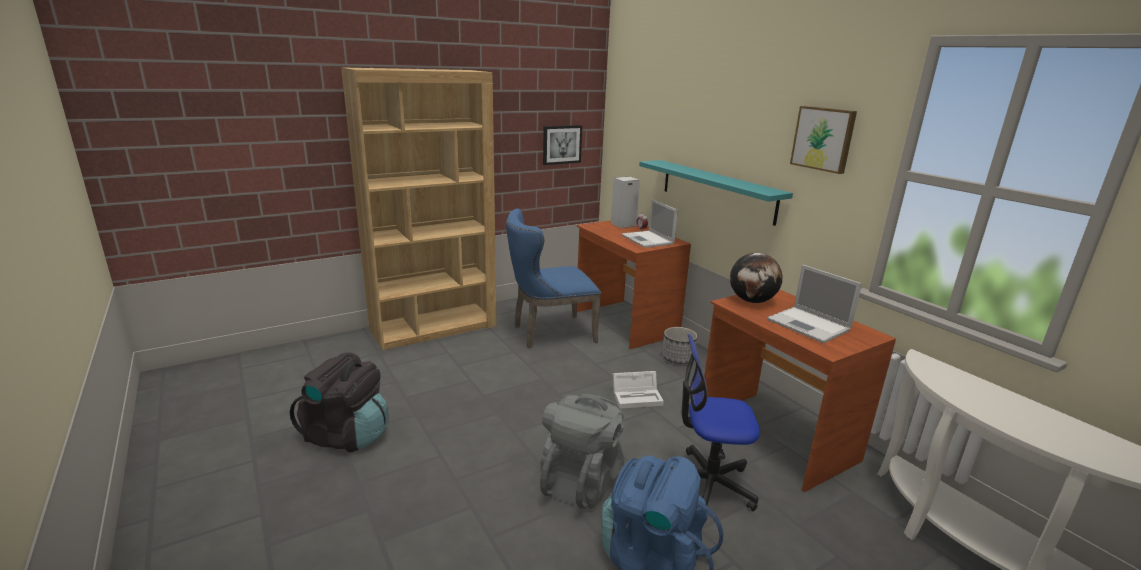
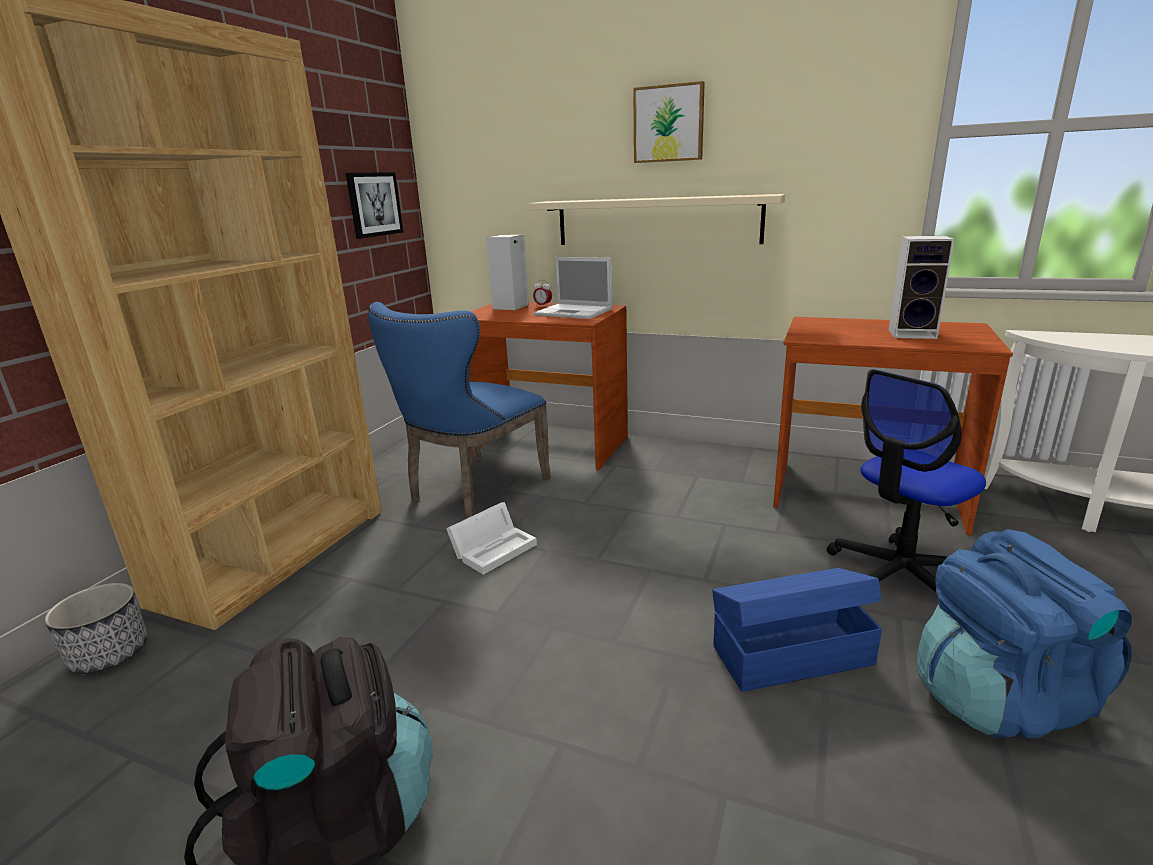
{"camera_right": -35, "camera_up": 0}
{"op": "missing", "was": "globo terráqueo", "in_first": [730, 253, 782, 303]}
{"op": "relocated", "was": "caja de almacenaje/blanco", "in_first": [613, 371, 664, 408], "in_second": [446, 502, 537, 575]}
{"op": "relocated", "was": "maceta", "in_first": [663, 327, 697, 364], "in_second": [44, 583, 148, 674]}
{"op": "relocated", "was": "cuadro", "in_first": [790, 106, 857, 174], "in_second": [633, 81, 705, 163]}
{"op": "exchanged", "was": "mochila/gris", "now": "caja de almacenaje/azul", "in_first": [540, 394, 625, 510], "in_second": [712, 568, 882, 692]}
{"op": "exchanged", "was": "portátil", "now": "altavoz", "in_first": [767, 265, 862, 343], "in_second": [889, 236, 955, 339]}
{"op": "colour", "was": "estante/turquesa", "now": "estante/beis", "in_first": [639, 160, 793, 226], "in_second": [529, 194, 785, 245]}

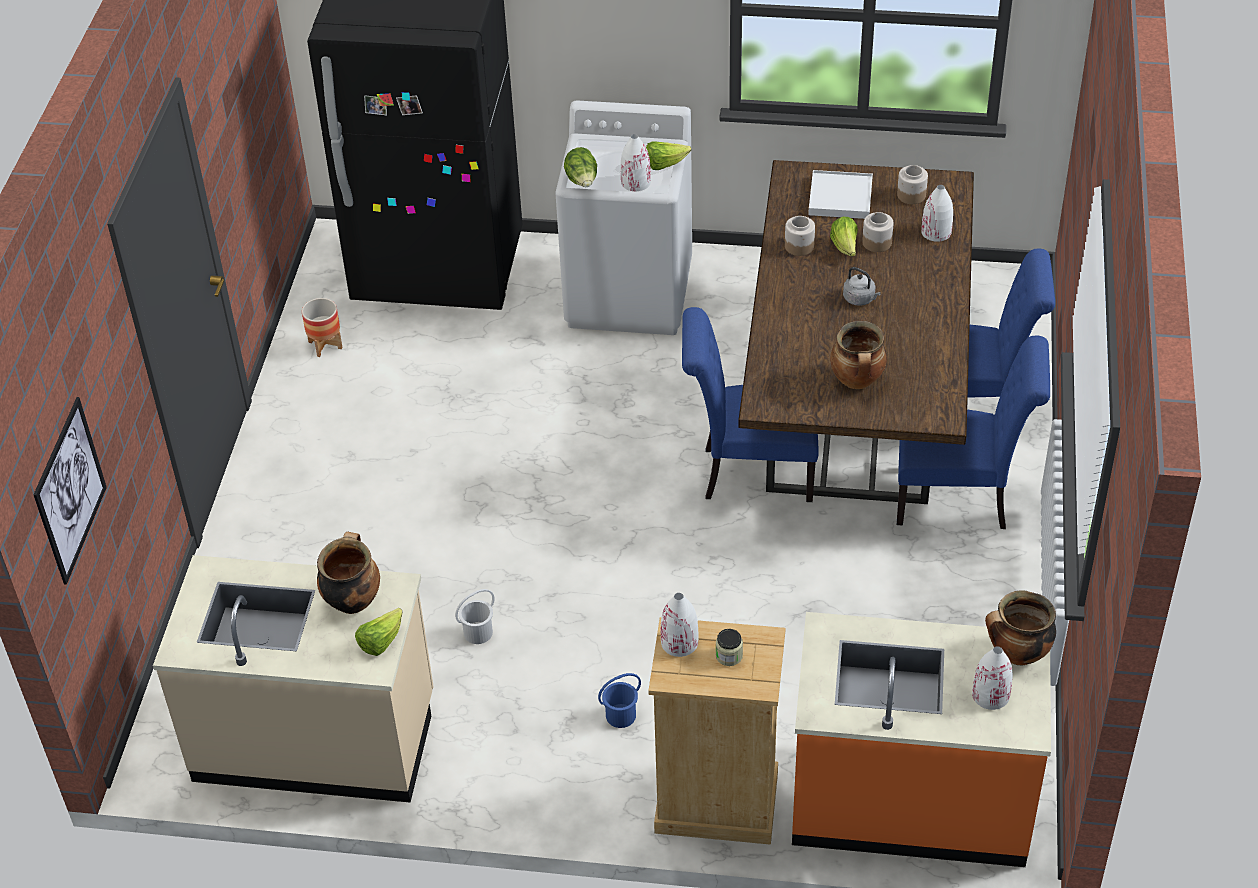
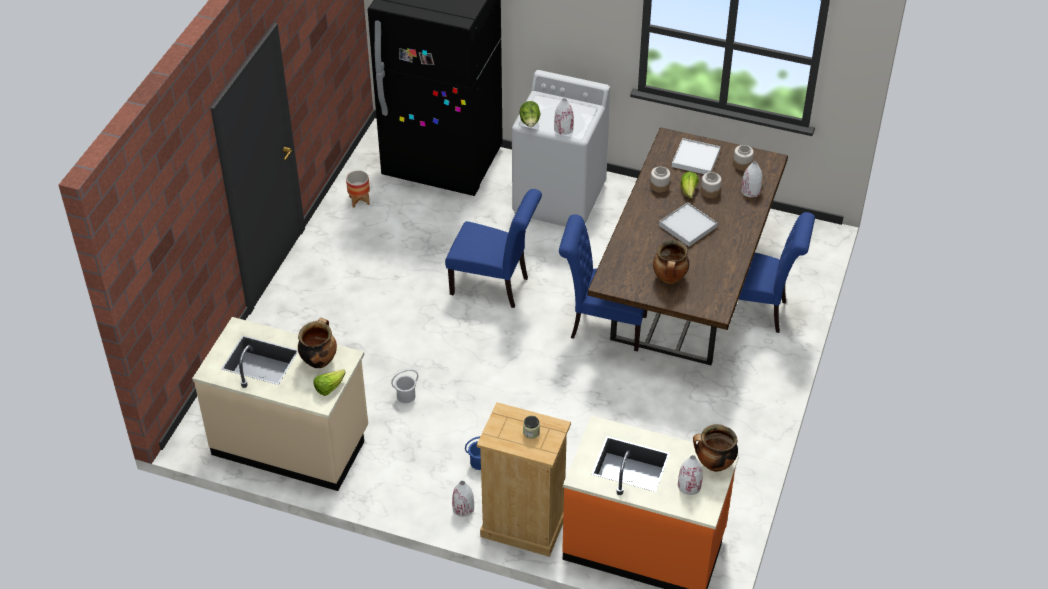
{"camera_right": 10, "camera_up": 0}
{"op": "missing", "was": "cuadro", "in_first": [33, 397, 107, 585]}
{"op": "missing", "was": "lechuga", "in_first": [646, 141, 691, 170]}
{"op": "relocated", "was": "florero/blanco", "in_first": [661, 593, 698, 657], "in_second": [452, 481, 474, 517]}
{"op": "relocated", "was": "silla/azul", "in_first": [897, 335, 1050, 529], "in_second": [445, 189, 542, 308]}
{"op": "exchanged", "was": "hervidor/gris", "now": "bandeja/blanco", "in_first": [843, 267, 881, 306], "in_second": [659, 202, 718, 246]}

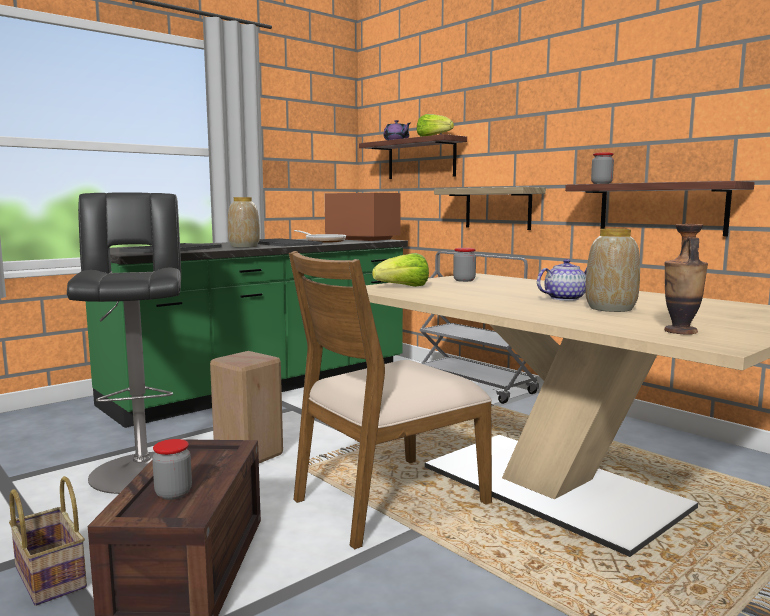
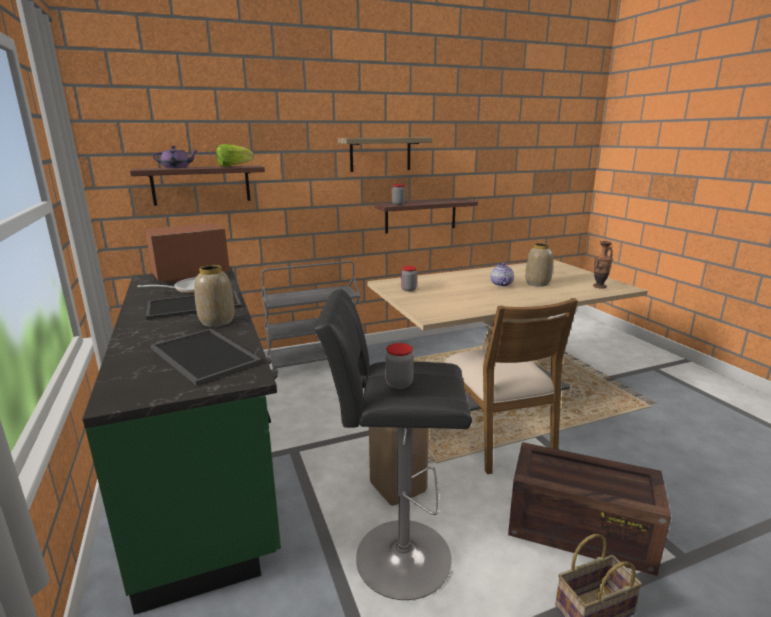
{"camera_right": -70, "camera_up": 10}
{"op": "missing", "was": "lechuga", "in_first": [372, 253, 429, 287]}
{"op": "relocated", "was": "tarro", "in_first": [152, 439, 192, 500], "in_second": [385, 343, 414, 389]}
{"op": "relocated", "was": "estante", "in_first": [434, 187, 546, 230], "in_second": [338, 138, 433, 172]}

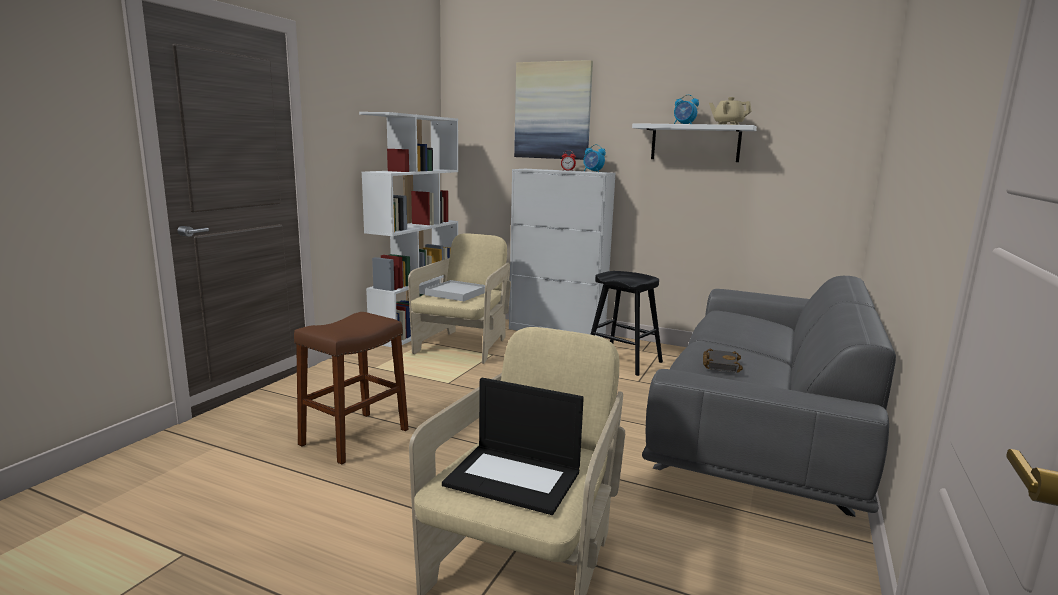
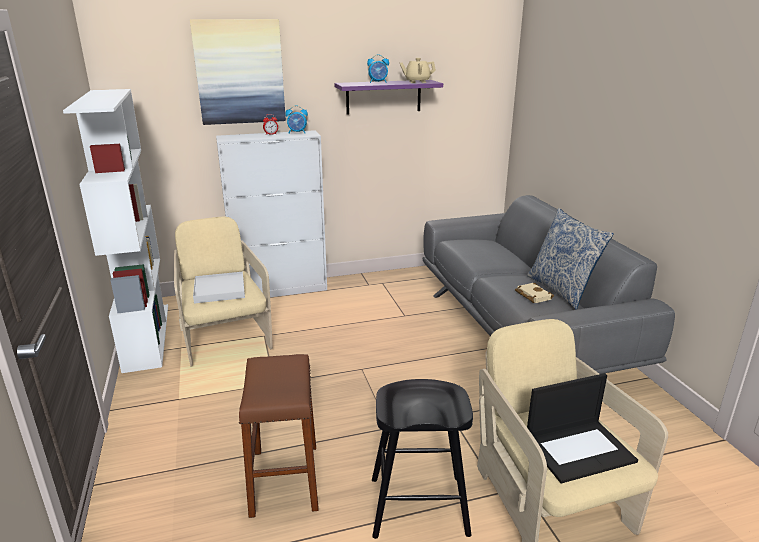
{"camera_right": -40, "camera_up": 10}
{"op": "appeared", "now": "cojín", "in_second": [527, 208, 614, 310]}
{"op": "relocated", "was": "taburete/negro", "in_first": [590, 271, 663, 376], "in_second": [372, 379, 473, 539]}
{"op": "colour", "was": "estante/blanco", "now": "estante/morado", "in_first": [632, 123, 757, 162], "in_second": [334, 80, 443, 115]}
{"op": "colour", "was": "libro/negro", "now": "libro/beis", "in_first": [703, 349, 743, 373], "in_second": [515, 283, 554, 303]}

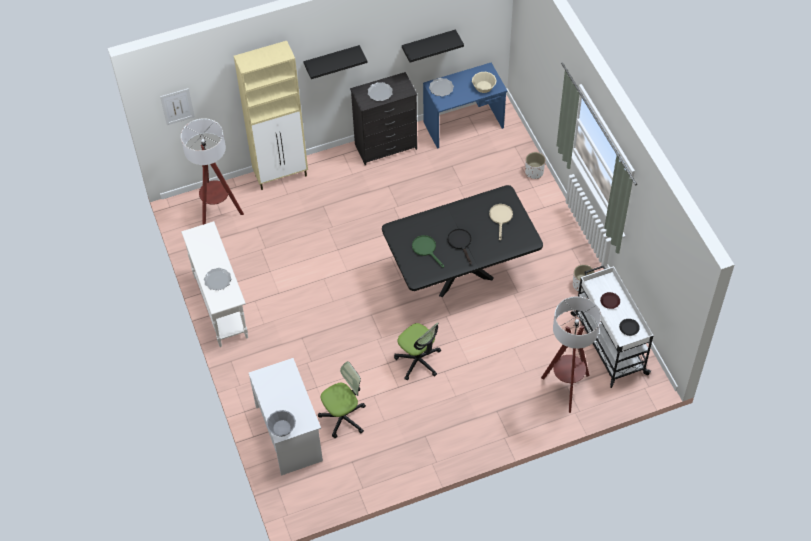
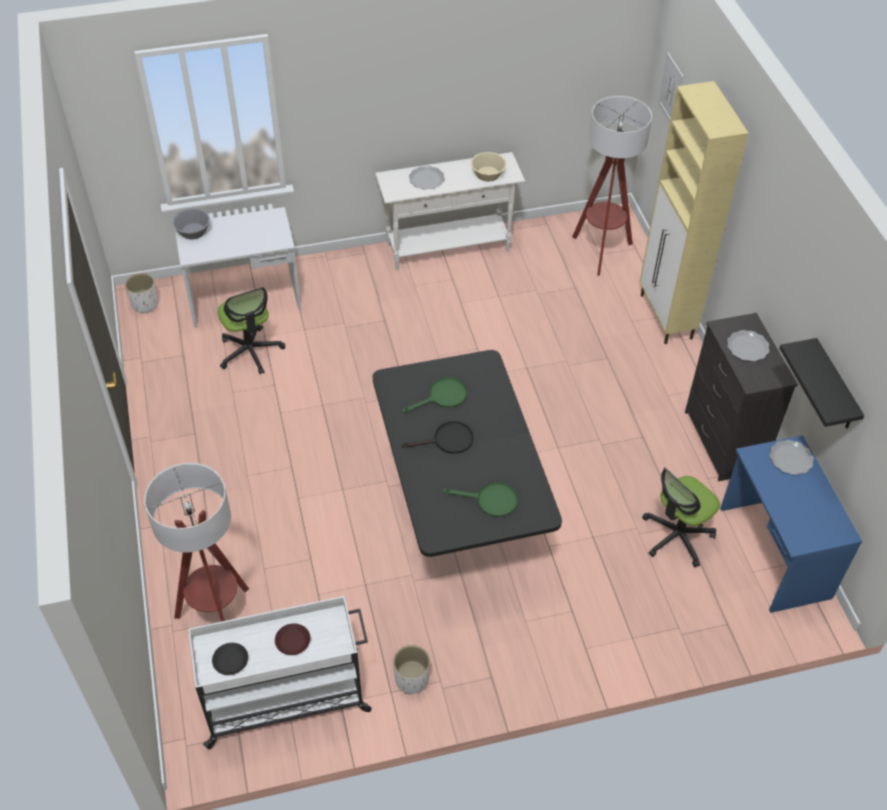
{"camera_right": 95, "camera_up": -5}
{"op": "missing", "was": "estante/negro", "in_first": [303, 45, 367, 79]}
{"op": "relocated", "was": "silla de oficina", "in_first": [394, 323, 441, 380], "in_second": [642, 467, 720, 567]}
{"op": "relocated", "was": "cuenco/beis", "in_first": [472, 72, 497, 93], "in_second": [471, 152, 506, 182]}
{"op": "relocated", "was": "maceta/blanco", "in_first": [525, 152, 545, 179], "in_second": [125, 273, 158, 313]}
{"op": "colour", "was": "sartén/beis", "now": "sartén/verde", "in_first": [489, 204, 513, 240], "in_second": [443, 482, 518, 517]}

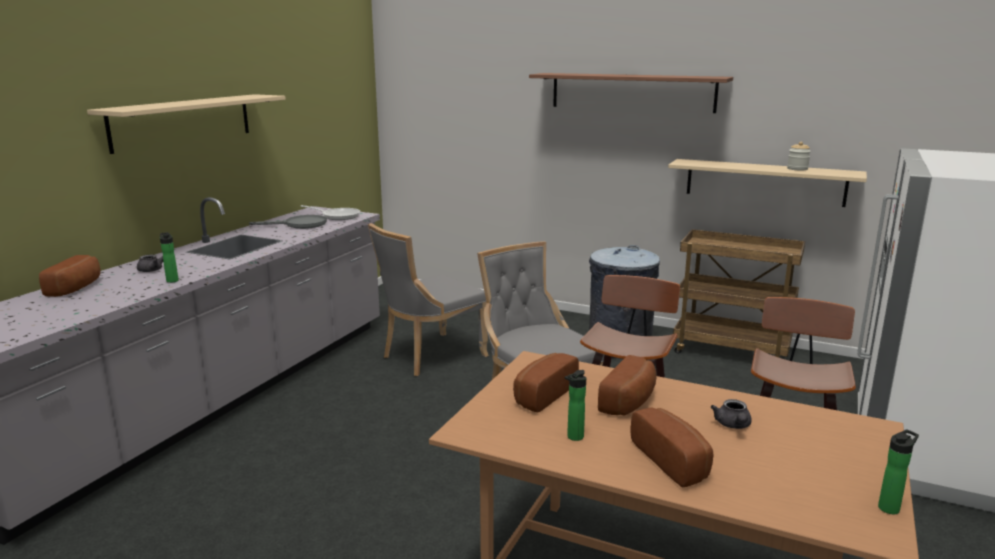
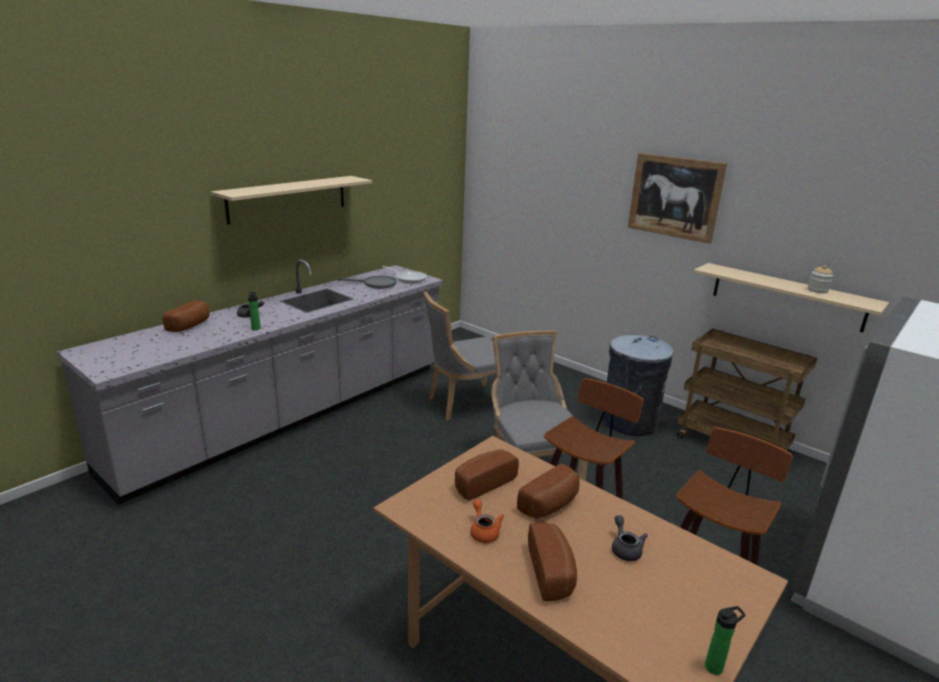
{"camera_right": 15, "camera_up": 5}
{"op": "exchanged", "was": "estante", "now": "cuadro", "in_first": [529, 73, 733, 113], "in_second": [628, 153, 727, 244]}
{"op": "exchanged", "was": "botella", "now": "tetera/naranja", "in_first": [564, 370, 586, 441], "in_second": [470, 499, 504, 543]}
{"op": "spun", "was": "tetera/gris", "in_first": [711, 399, 752, 429], "in_second": [612, 515, 648, 561], "clockwise": 150}

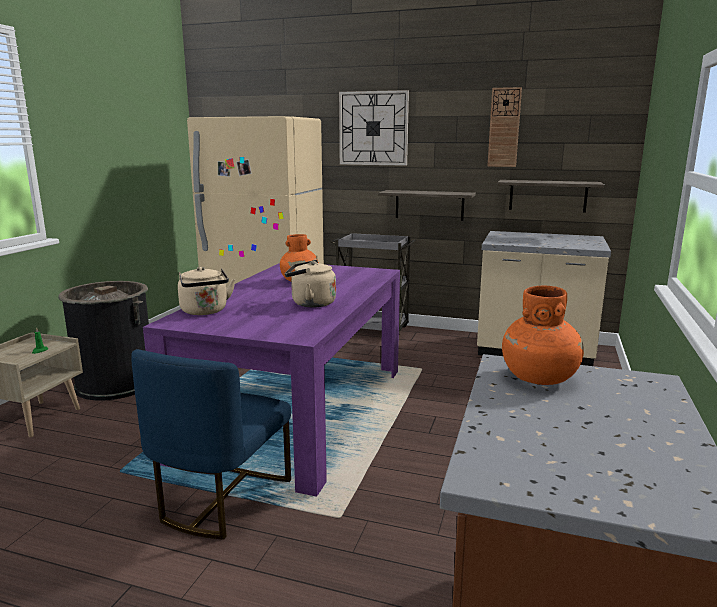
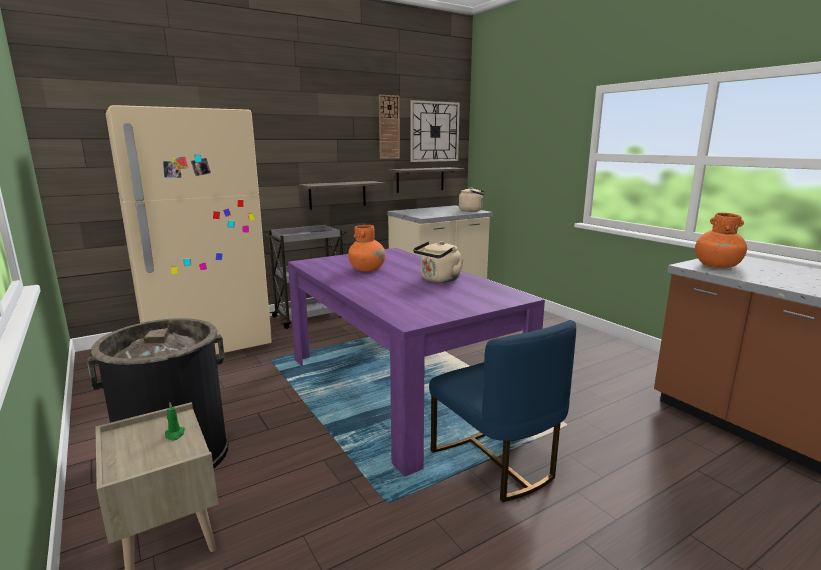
{"camera_right": -50, "camera_up": 0}
{"op": "relocated", "was": "hervidor/beis", "in_first": [178, 267, 235, 315], "in_second": [459, 187, 486, 212]}
{"op": "relocated", "was": "reloj de pared", "in_first": [339, 90, 409, 166], "in_second": [411, 100, 460, 162]}

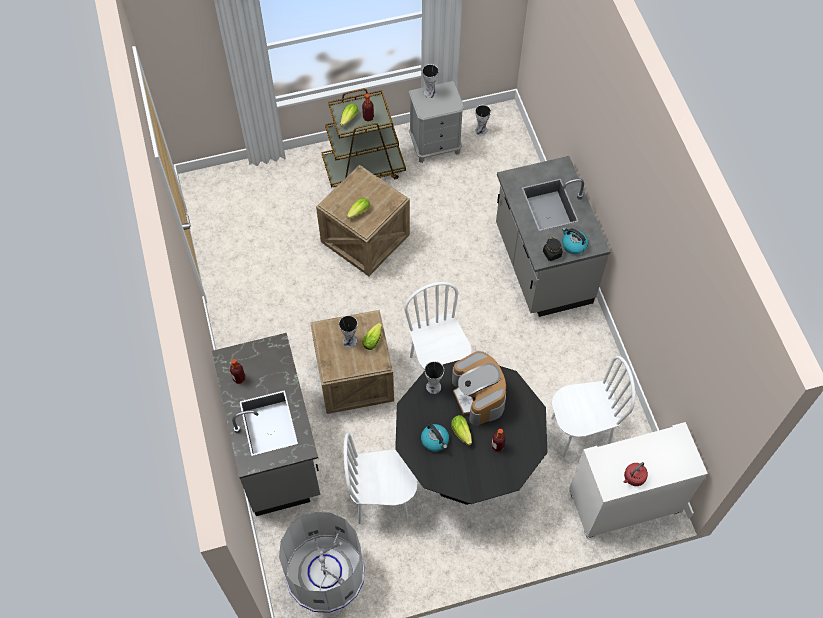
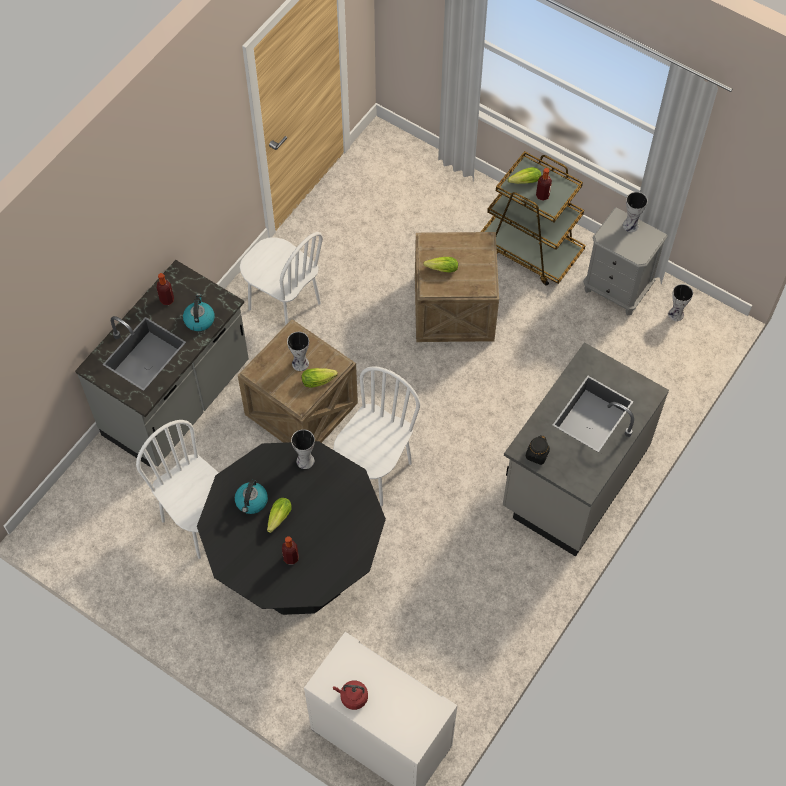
{"camera_right": 50, "camera_up": 0}
{"op": "missing", "was": "papelera/gris", "in_first": [279, 512, 365, 613]}
{"op": "missing", "was": "cafetera", "in_first": [452, 351, 506, 426]}
{"op": "relocated", "was": "silla/blanco", "in_first": [551, 356, 635, 457], "in_second": [240, 232, 323, 326]}
{"op": "relocated", "was": "hervidor", "in_first": [562, 227, 588, 254], "in_second": [183, 294, 215, 331]}

